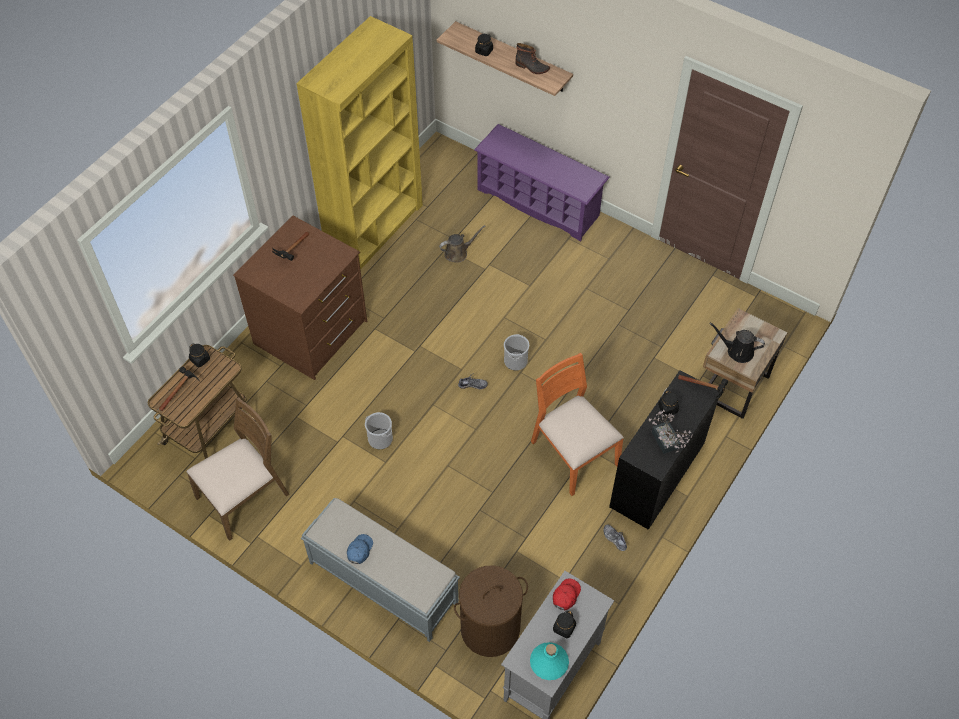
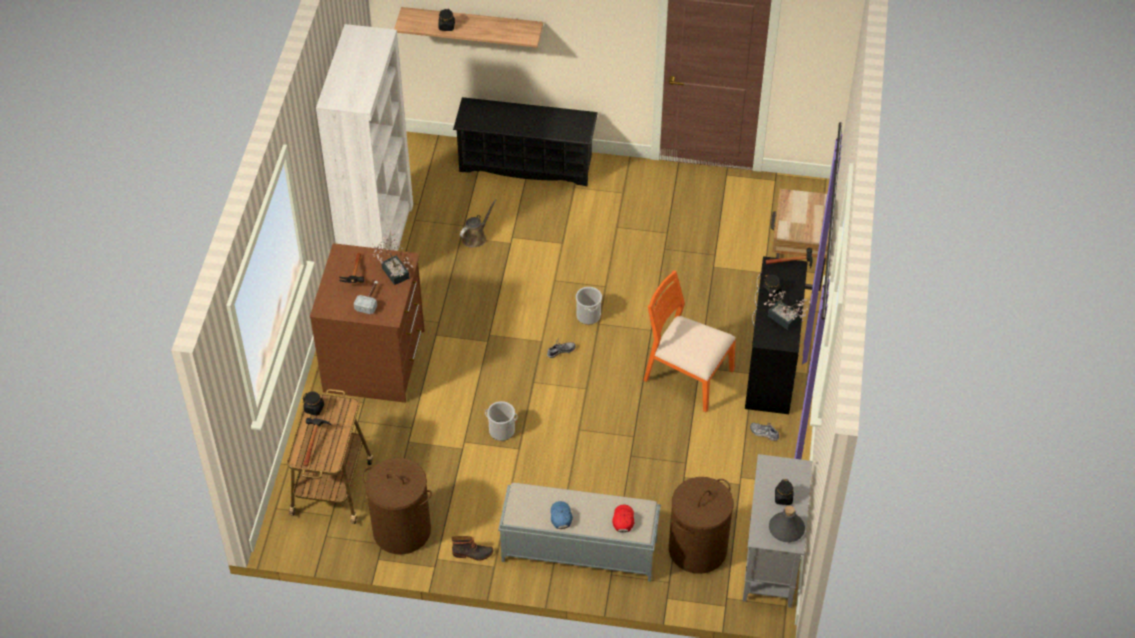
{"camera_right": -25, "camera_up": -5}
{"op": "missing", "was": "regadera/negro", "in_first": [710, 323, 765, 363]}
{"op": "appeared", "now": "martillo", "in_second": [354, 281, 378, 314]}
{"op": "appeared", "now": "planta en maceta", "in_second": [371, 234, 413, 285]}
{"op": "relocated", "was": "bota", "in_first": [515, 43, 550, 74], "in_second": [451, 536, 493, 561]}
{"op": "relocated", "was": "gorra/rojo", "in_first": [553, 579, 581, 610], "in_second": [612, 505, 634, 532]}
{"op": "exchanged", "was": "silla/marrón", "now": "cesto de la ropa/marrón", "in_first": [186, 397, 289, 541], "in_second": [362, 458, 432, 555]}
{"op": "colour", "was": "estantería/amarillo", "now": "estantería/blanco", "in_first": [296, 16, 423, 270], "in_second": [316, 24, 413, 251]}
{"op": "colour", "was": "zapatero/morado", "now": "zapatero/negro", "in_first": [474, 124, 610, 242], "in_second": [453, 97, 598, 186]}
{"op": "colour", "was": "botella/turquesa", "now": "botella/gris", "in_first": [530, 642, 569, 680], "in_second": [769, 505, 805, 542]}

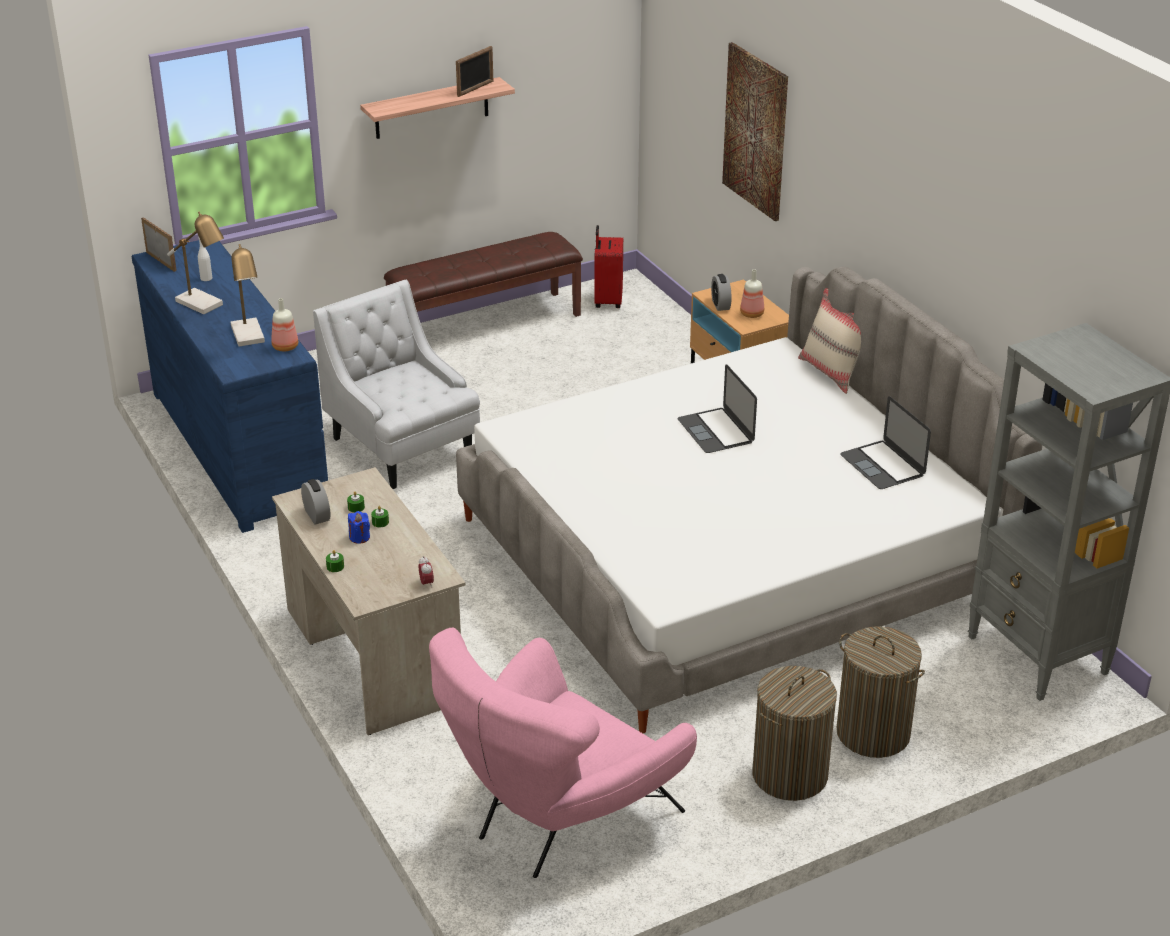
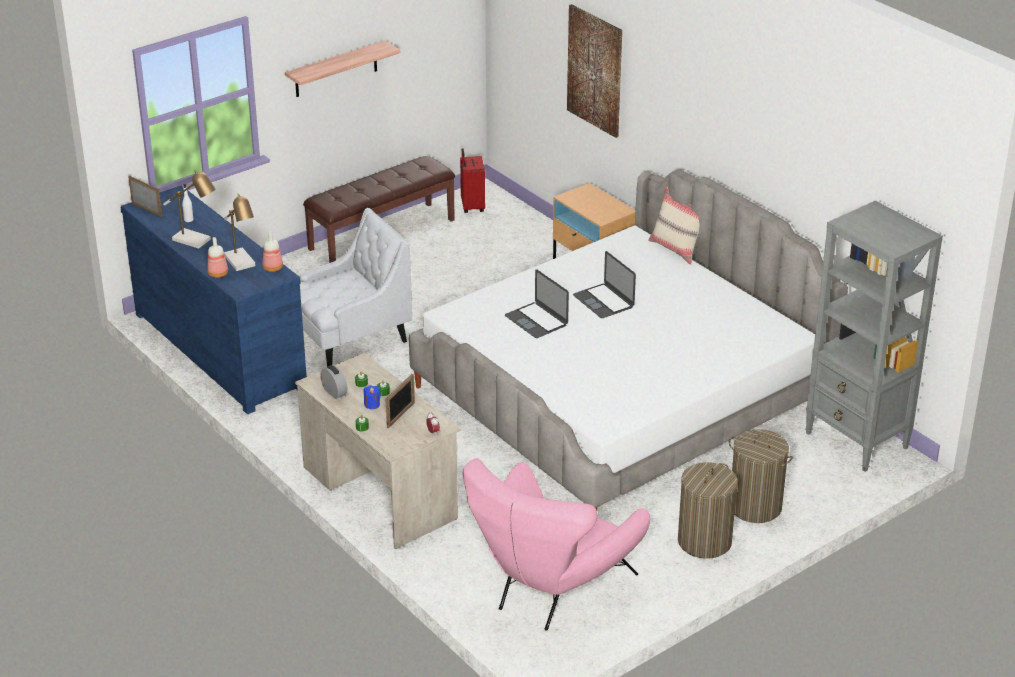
{"camera_right": -10, "camera_up": 0}
{"op": "missing", "was": "despertador", "in_first": [711, 274, 732, 311]}
{"op": "relocated", "was": "portarretratos", "in_first": [456, 46, 493, 97], "in_second": [386, 374, 415, 428]}
{"op": "relocated", "was": "botella", "in_first": [740, 269, 764, 318], "in_second": [207, 237, 228, 278]}
{"op": "relocated", "was": "portátil", "in_first": [840, 396, 931, 489], "in_second": [505, 269, 569, 338]}
{"op": "spun", "was": "sillón/blanco", "in_first": [313, 280, 480, 489], "in_second": [300, 208, 412, 367], "clockwise": 105}

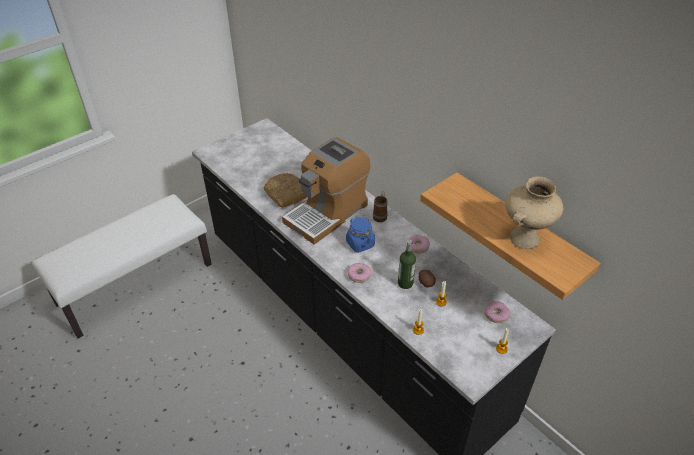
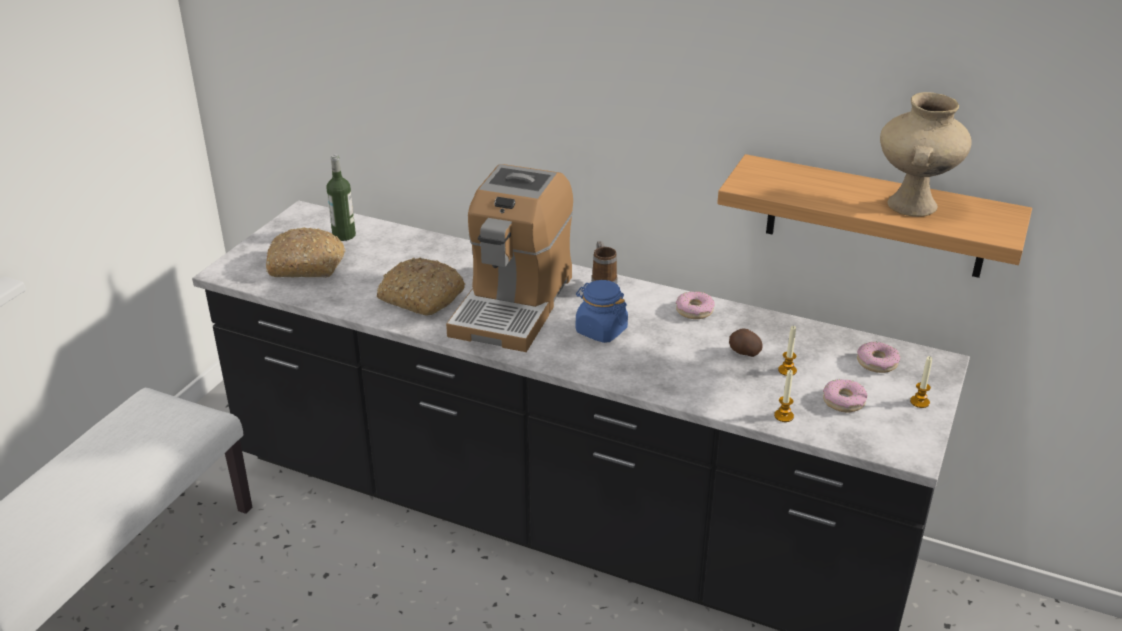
{"camera_right": -25, "camera_up": -10}
{"op": "appeared", "now": "pan", "in_second": [266, 227, 346, 278]}
{"op": "relocated", "was": "rosquilla", "in_first": [348, 263, 371, 283], "in_second": [823, 379, 867, 412]}
{"op": "relocated", "was": "botella", "in_first": [398, 240, 416, 289], "in_second": [327, 154, 356, 241]}

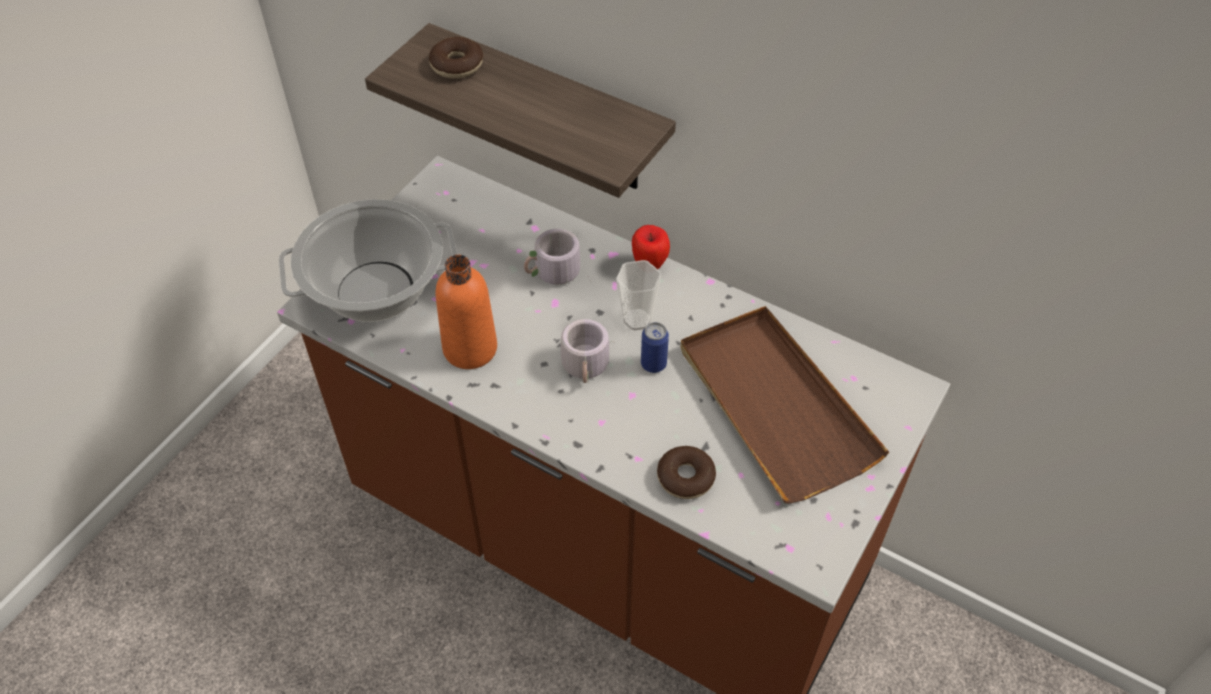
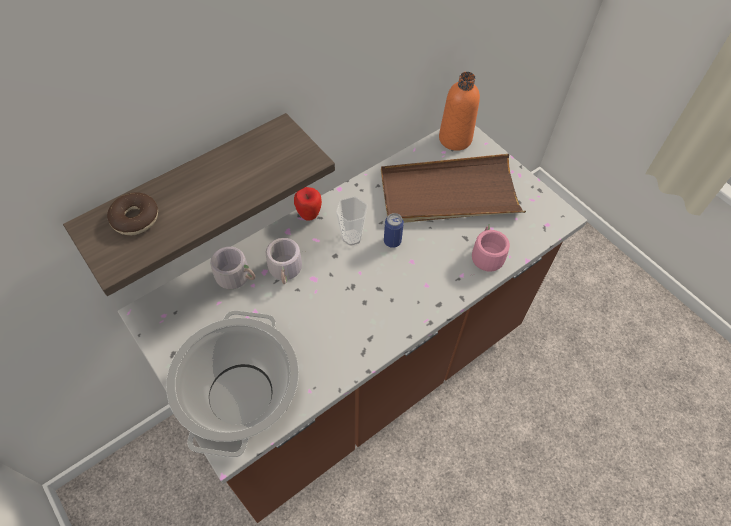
{"camera_right": -70, "camera_up": 5}
{"op": "relocated", "was": "botella/naranja", "in_first": [436, 255, 497, 369], "in_second": [439, 72, 480, 151]}
{"op": "relocated", "was": "taza grande/gris", "in_first": [561, 319, 609, 383], "in_second": [210, 247, 255, 289]}
{"op": "exchanged", "was": "rosquilla", "now": "taza grande/rosa", "in_first": [657, 446, 716, 499], "in_second": [472, 224, 510, 272]}

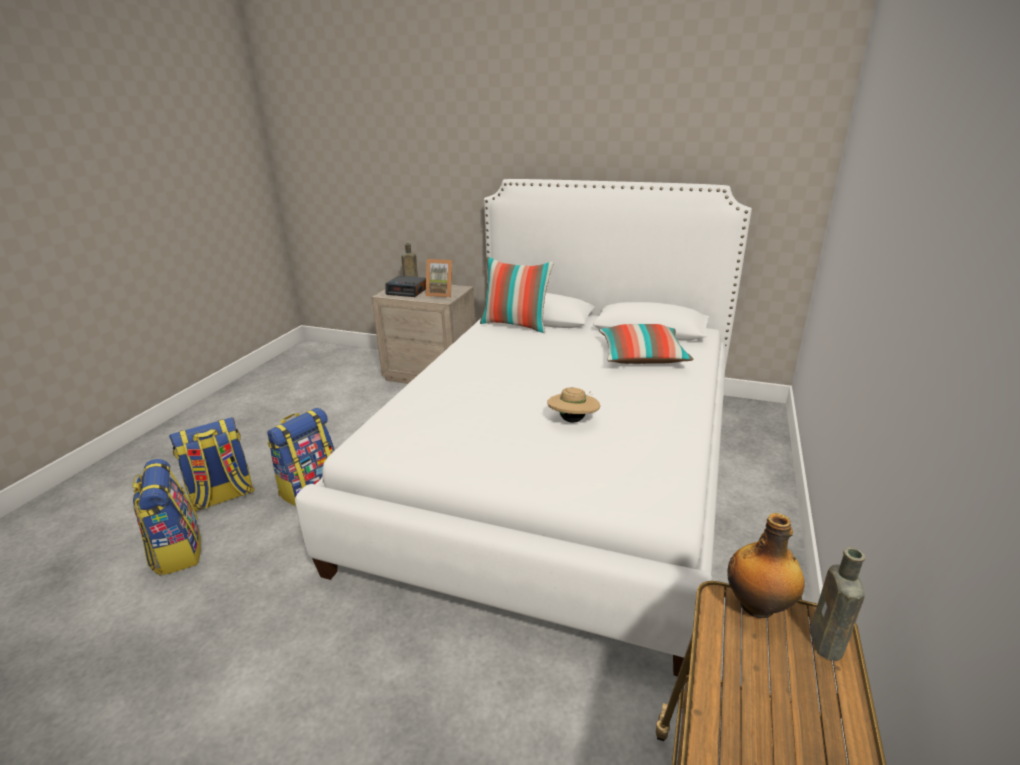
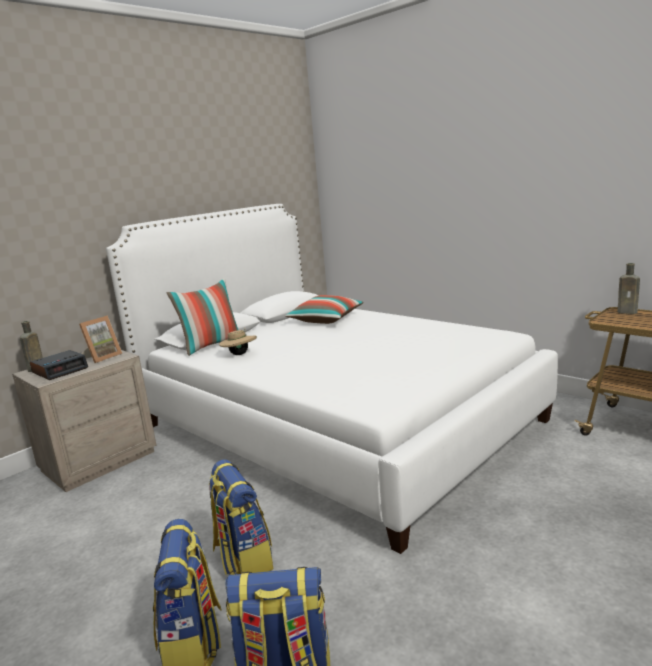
{"camera_right": -65, "camera_up": -10}
{"op": "missing", "was": "botella", "in_first": [728, 513, 804, 618]}
{"op": "relocated", "was": "sombrero/beis", "in_first": [547, 387, 600, 423], "in_second": [219, 327, 257, 355]}

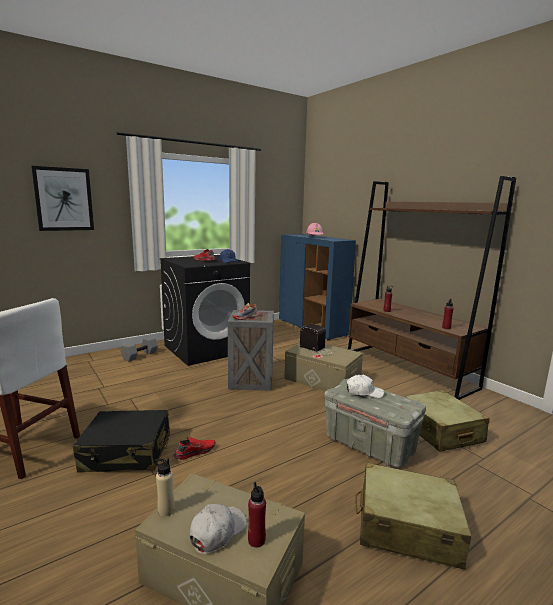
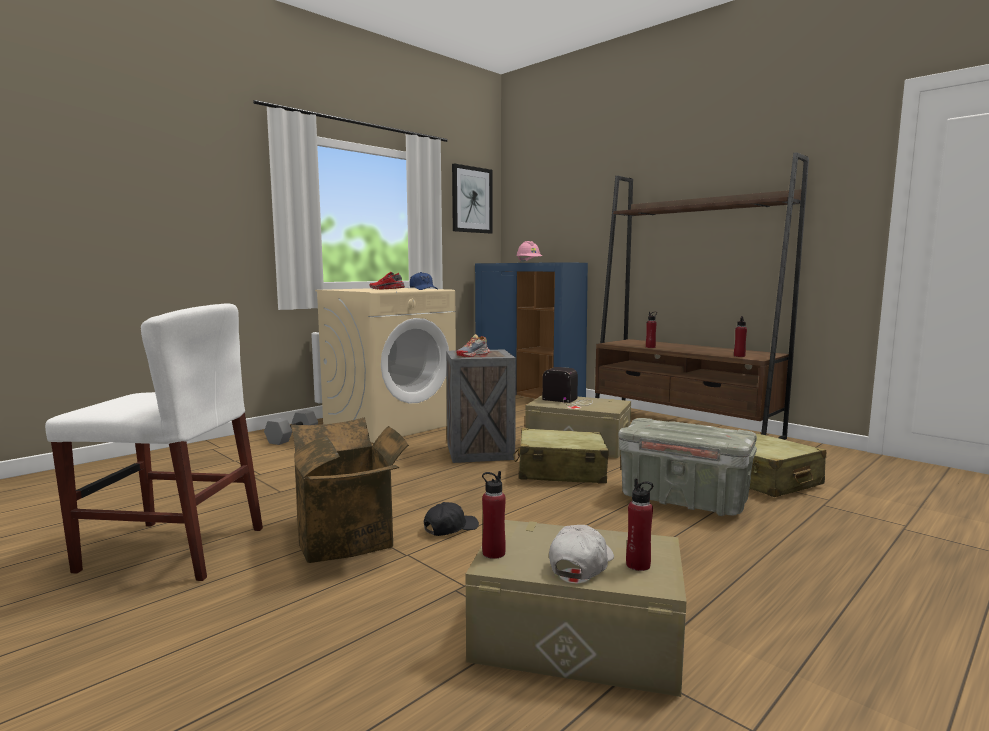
{"camera_right": -10, "camera_up": -5}
{"op": "missing", "was": "gorra/blanco", "in_first": [347, 375, 384, 398]}
{"op": "relocated", "was": "cuadro", "in_first": [31, 166, 94, 231], "in_second": [452, 164, 493, 234]}
{"op": "relocated", "was": "maleta/beis", "in_first": [355, 462, 471, 570], "in_second": [513, 428, 609, 484]}
{"op": "exchanged", "was": "maleta/negro", "now": "caja de cartón", "in_first": [73, 410, 170, 473], "in_second": [291, 417, 409, 563]}
{"op": "exchanged", "was": "zapato/rojo", "now": "gorra/negro", "in_first": [173, 437, 215, 460], "in_second": [424, 502, 479, 536]}
{"op": "colour", "was": "botella/beis", "now": "botella/rojo", "in_first": [155, 458, 175, 517], "in_second": [482, 471, 506, 559]}
{"op": "colour", "was": "lavadora/negro", "now": "lavadora/beis", "in_first": [160, 255, 250, 366], "in_second": [315, 288, 456, 443]}

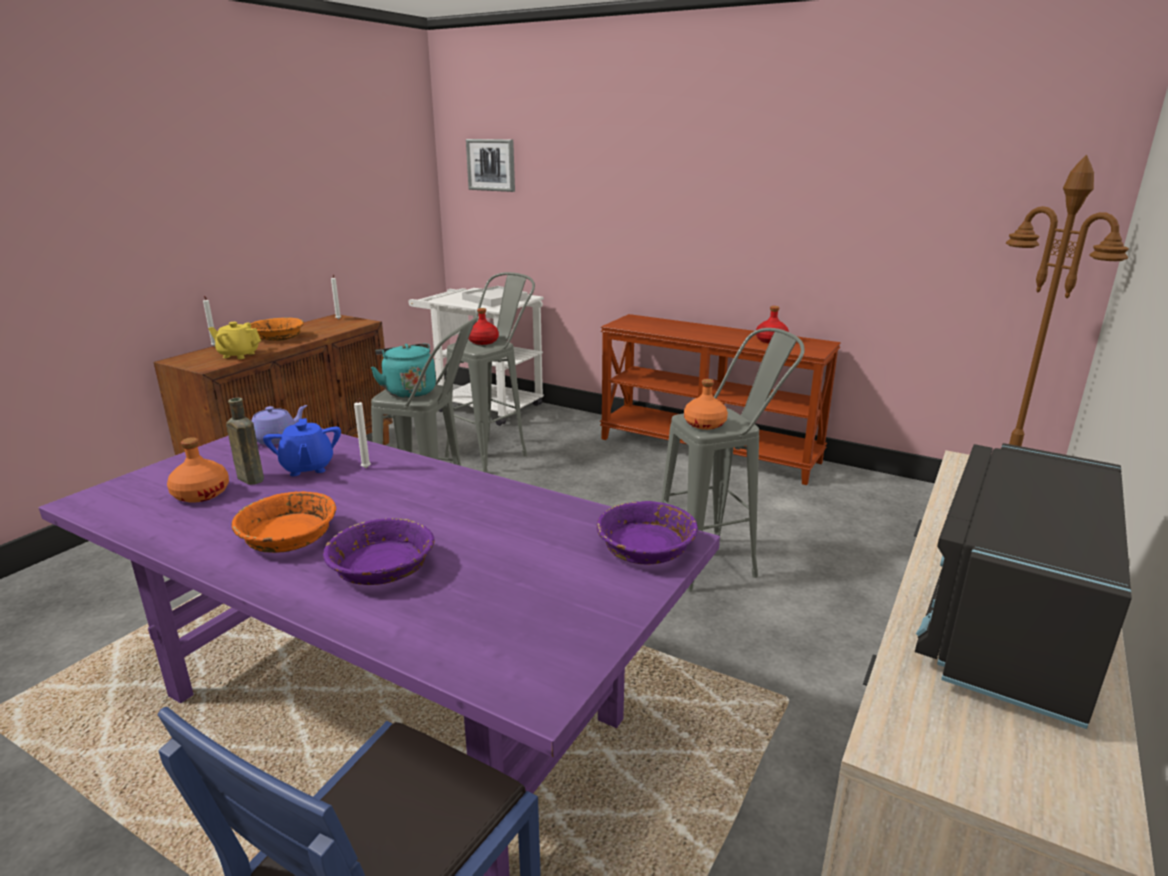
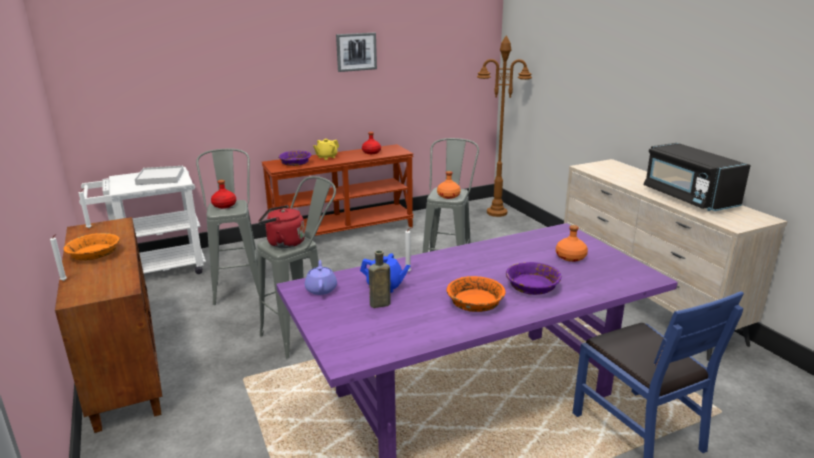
{"camera_right": -55, "camera_up": 0}
{"op": "relocated", "was": "botella/naranja", "in_first": [167, 437, 229, 503], "in_second": [556, 225, 588, 262]}
{"op": "relocated", "was": "tetera/amarillo", "in_first": [208, 322, 261, 359], "in_second": [313, 139, 339, 160]}
{"op": "relocated", "was": "cuadro", "in_first": [466, 139, 515, 192], "in_second": [336, 33, 377, 72]}
{"op": "relocated", "was": "cuenco/morado", "in_first": [597, 501, 698, 564], "in_second": [278, 151, 311, 166]}
{"op": "colour", "was": "hervidor/turquesa", "now": "hervidor/rojo", "in_first": [371, 344, 436, 398], "in_second": [258, 205, 305, 248]}

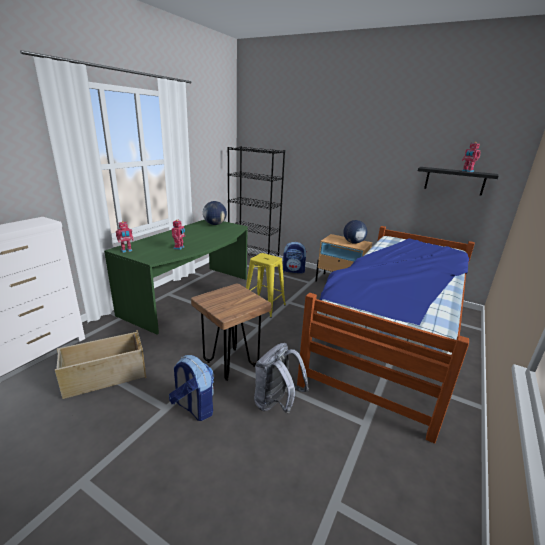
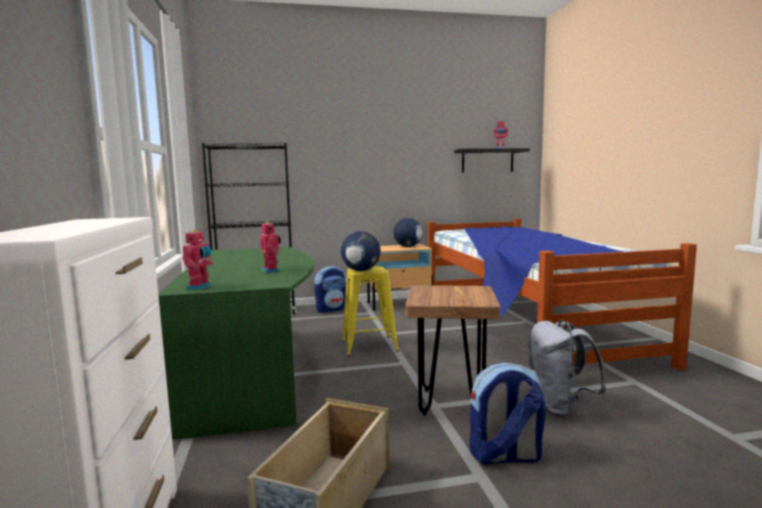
{"camera_right": -40, "camera_up": -15}
{"op": "relocated", "was": "globo terráqueo", "in_first": [203, 201, 227, 225], "in_second": [341, 231, 381, 271]}

